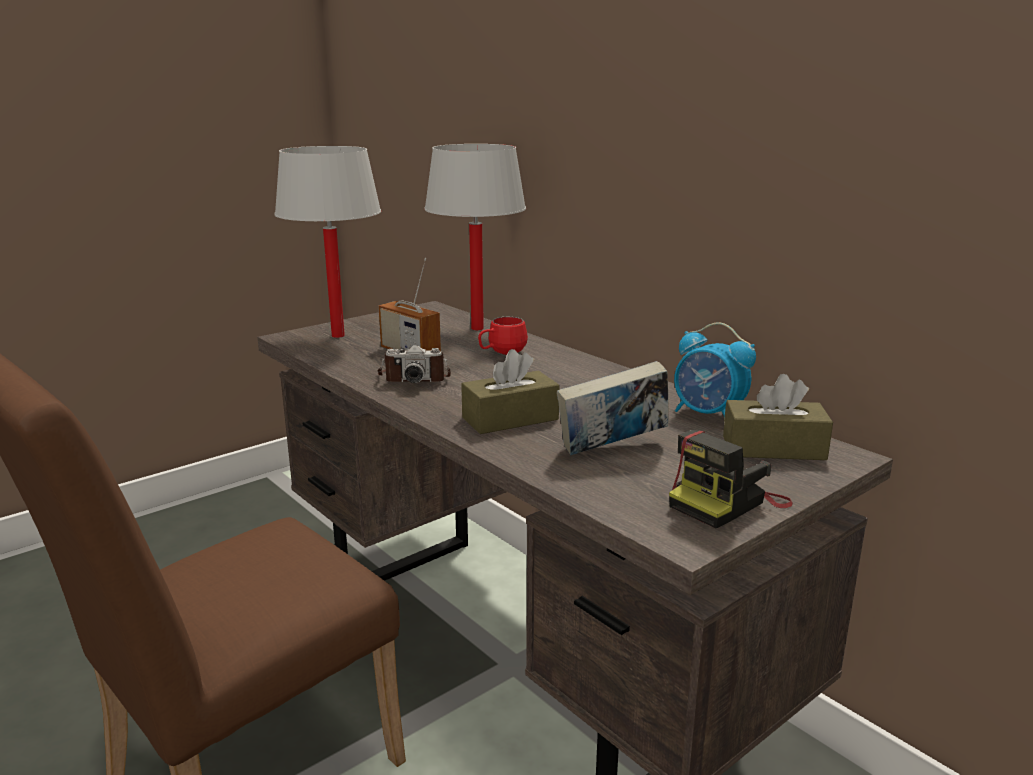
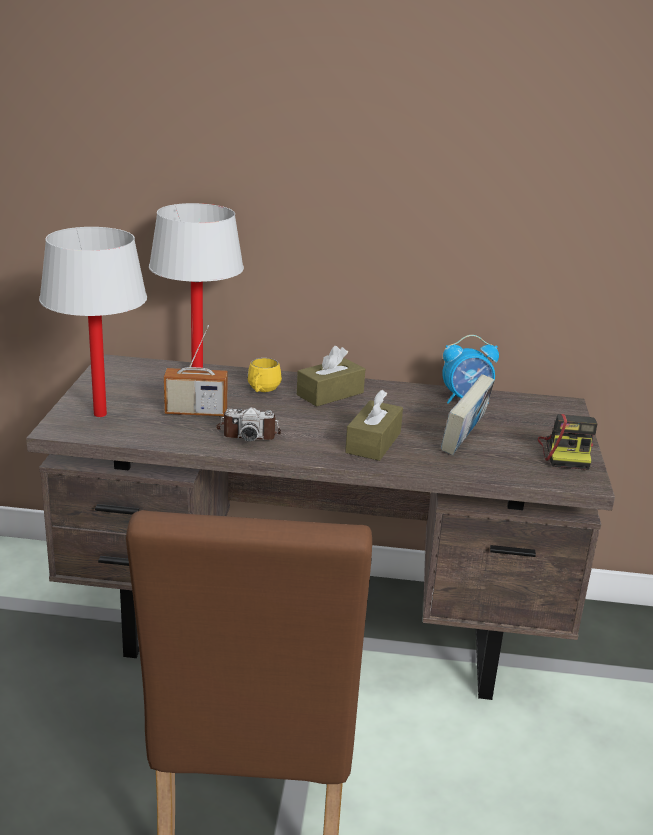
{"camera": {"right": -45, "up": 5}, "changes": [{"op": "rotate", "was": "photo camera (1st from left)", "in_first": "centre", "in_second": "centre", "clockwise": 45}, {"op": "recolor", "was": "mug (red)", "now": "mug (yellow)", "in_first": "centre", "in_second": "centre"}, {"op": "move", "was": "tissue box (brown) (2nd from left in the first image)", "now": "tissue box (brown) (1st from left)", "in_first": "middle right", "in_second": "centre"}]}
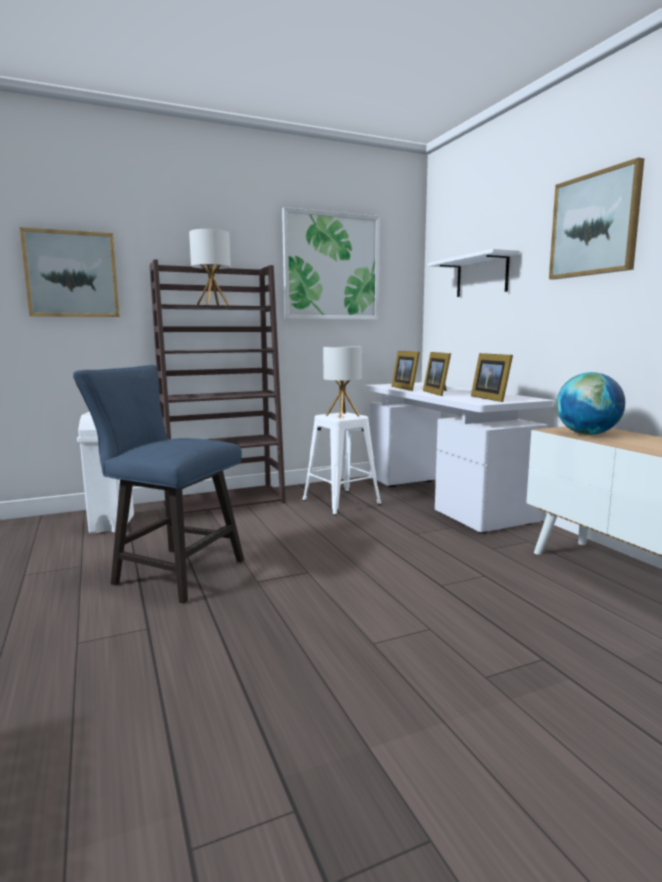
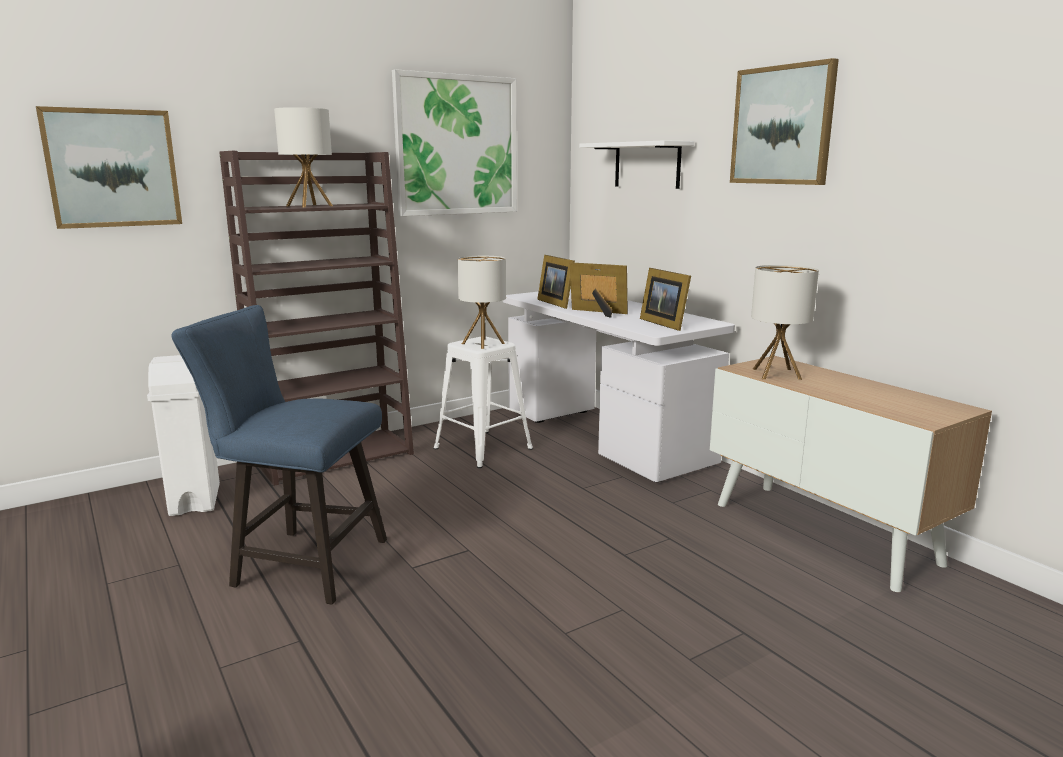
{"camera": {"right": -10, "up": 5}, "changes": [{"op": "rotate", "was": "picture frame (2nd from left)", "in_first": "centre", "in_second": "centre", "clockwise": 135}, {"op": "replace", "was": "globe", "now": "table lamp (3rd from left)", "in_first": "middle right", "in_second": "middle right"}]}
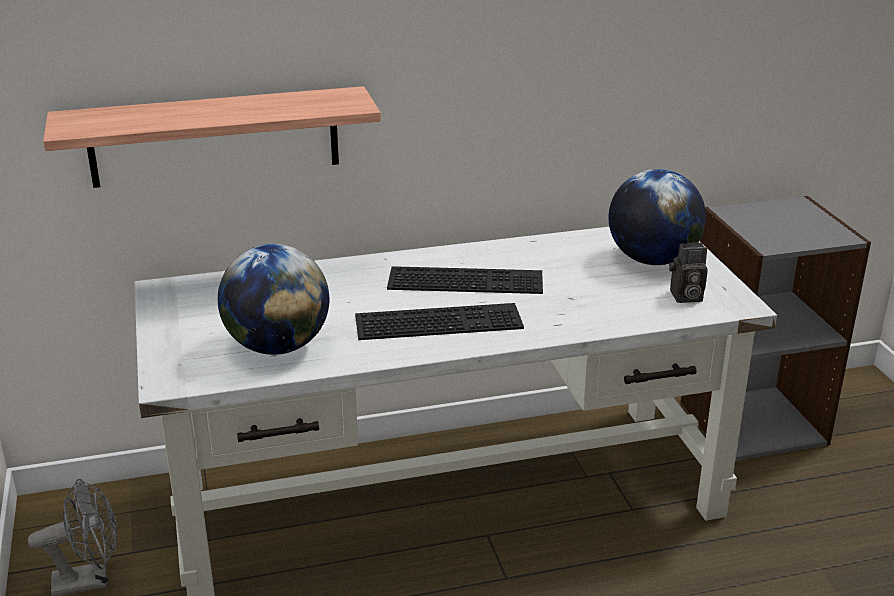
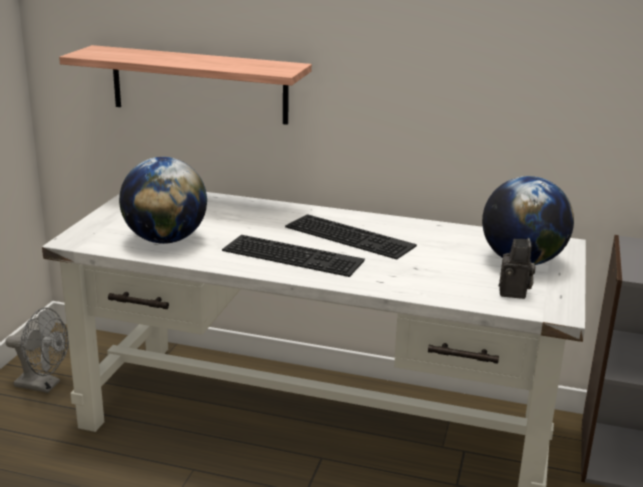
{"camera": {"right": 30, "up": -5}, "changes": [{"op": "rotate", "was": "photo camera", "in_first": "middle right", "in_second": "middle right", "clockwise": -105}]}
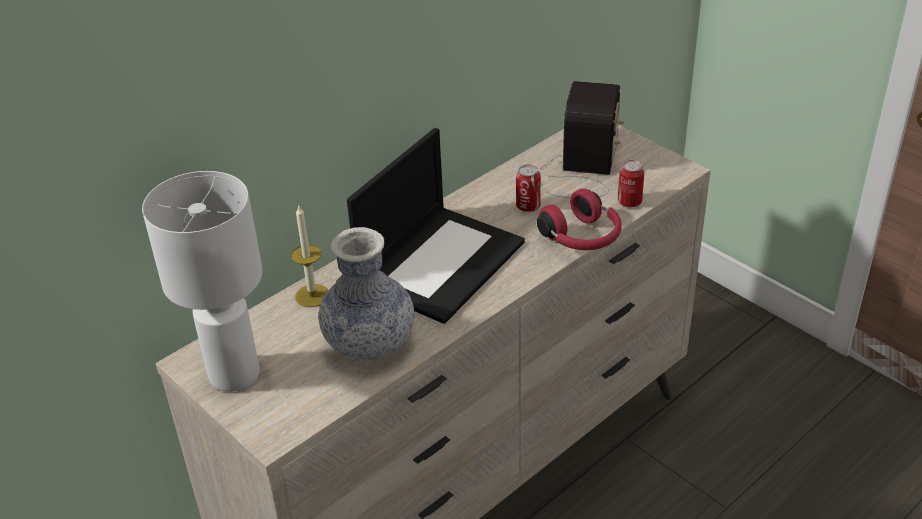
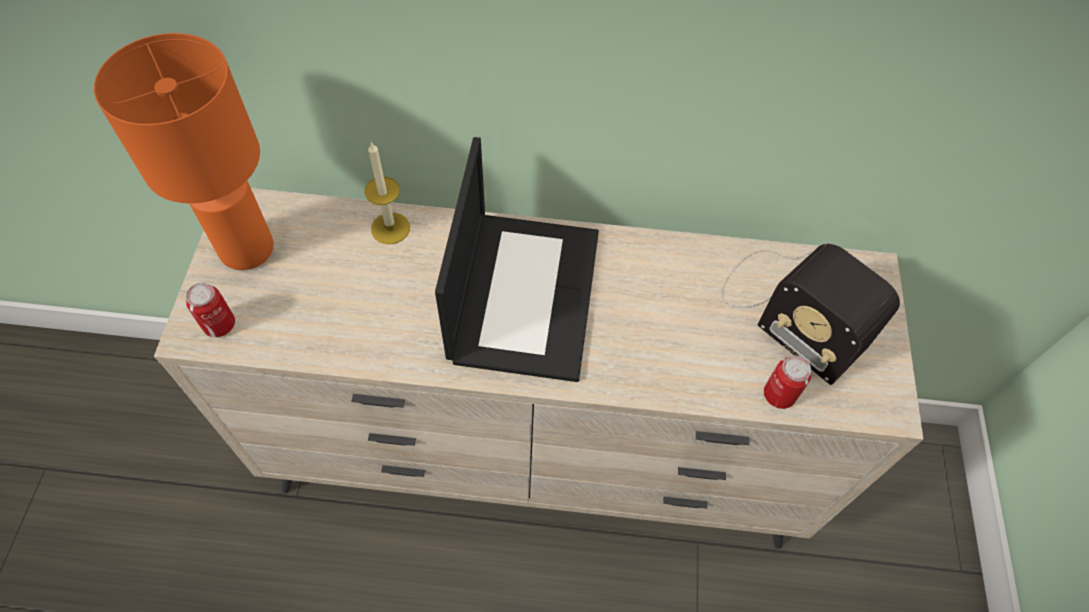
{"camera": {"right": 45, "up": 20}, "changes": [{"op": "recolor", "was": "table lamp (white)", "now": "table lamp (orange)", "in_first": "middle left", "in_second": "top left"}, {"op": "delete", "was": "vase", "in_first": "centre"}, {"op": "rotate", "was": "laptop", "in_first": "centre", "in_second": "centre", "clockwise": -75}, {"op": "move", "was": "can (1st from left)", "in_first": "centre", "in_second": "middle left"}, {"op": "delete", "was": "headphones (red)", "in_first": "centre"}, {"op": "rotate", "was": "radio", "in_first": "top centre", "in_second": "middle right", "clockwise": 75}]}
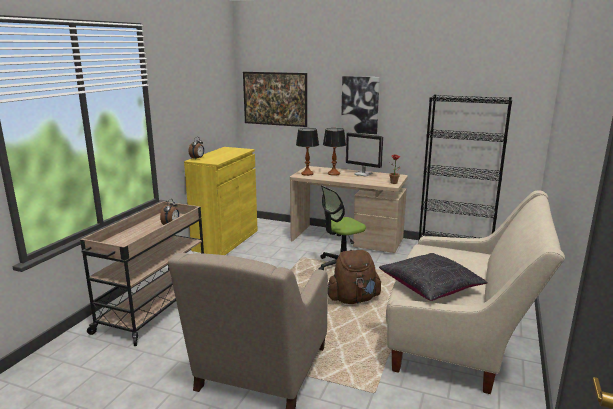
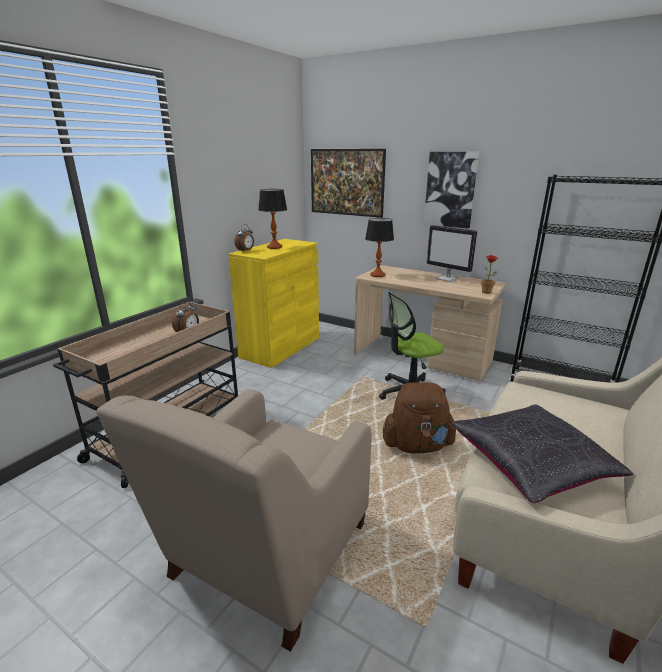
{"camera": {"right": 10, "up": 5}, "changes": [{"op": "move", "was": "table lamp (2nd from left in the first image)", "now": "table lamp (1st from left)", "in_first": "centre", "in_second": "top centre"}]}
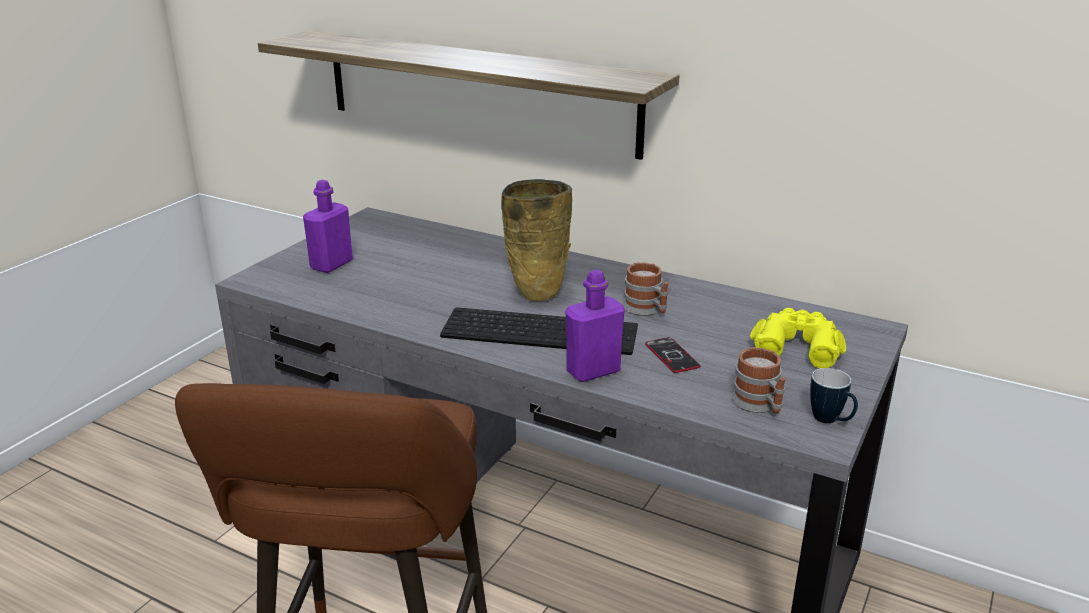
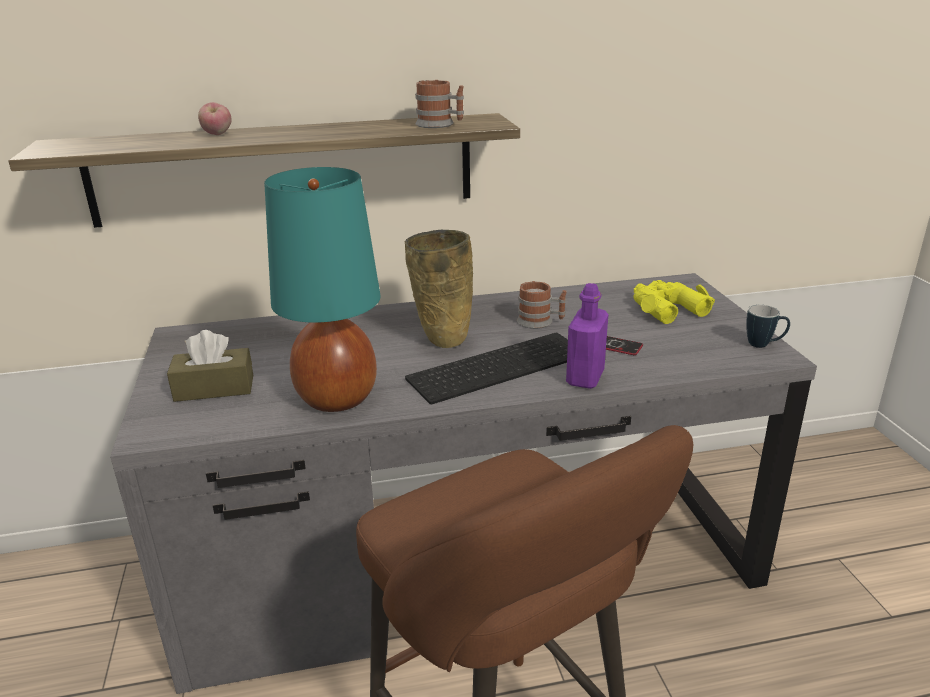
{"camera": {"right": -40, "up": 0}, "changes": [{"op": "replace", "was": "bottle (purple) (1st from left)", "now": "tissue box (brown)", "in_first": "middle left", "in_second": "middle left"}, {"op": "move", "was": "mug (2nd from left in the first image)", "now": "mug (1st from left)", "in_first": "middle right", "in_second": "top centre"}, {"op": "insert", "now": "apple", "in_second": "top left"}, {"op": "insert", "now": "table lamp (turquoise)", "in_second": "centre"}]}
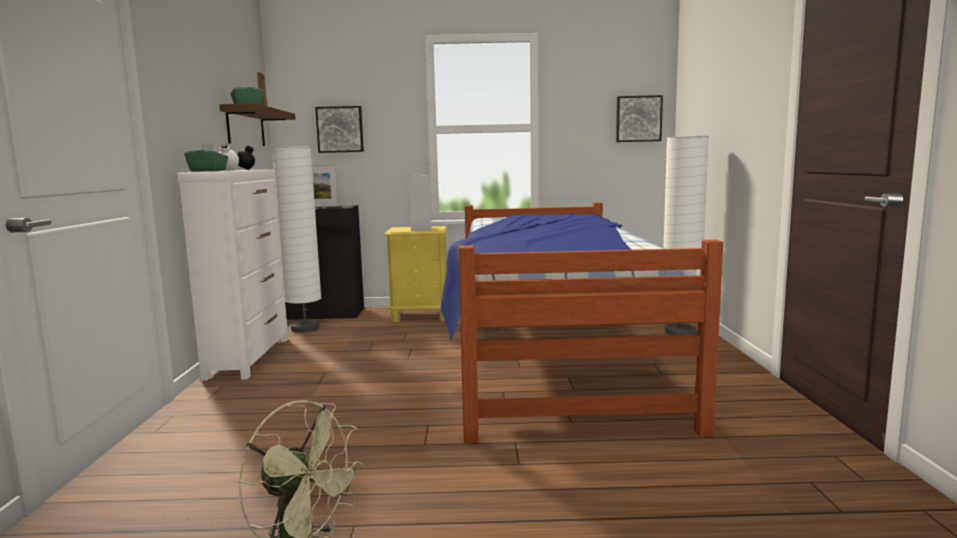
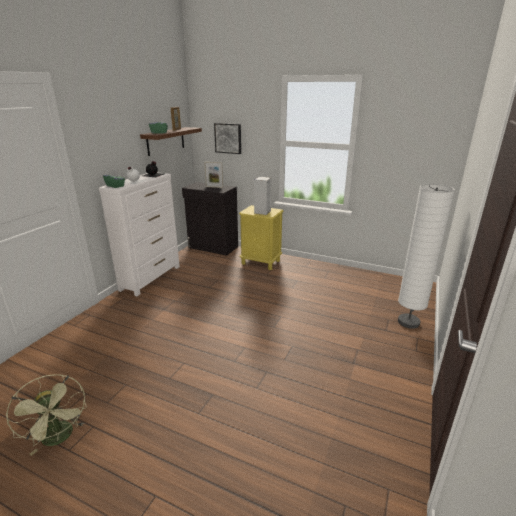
{"camera": {"right": 25, "up": 15}, "changes": [{"op": "delete", "was": "floor lamp (white) (1st from left)", "in_first": "middle left"}, {"op": "delete", "was": "bed", "in_first": "centre"}, {"op": "delete", "was": "picture (2nd from left)", "in_first": "top right"}]}
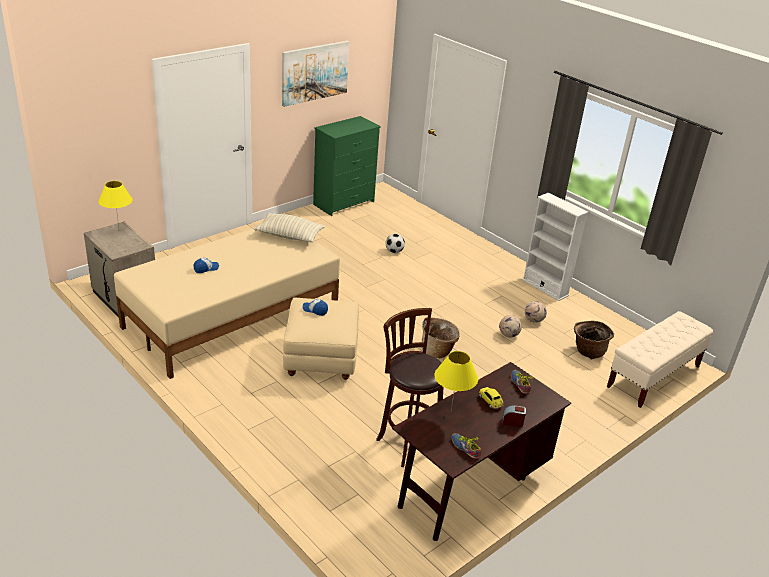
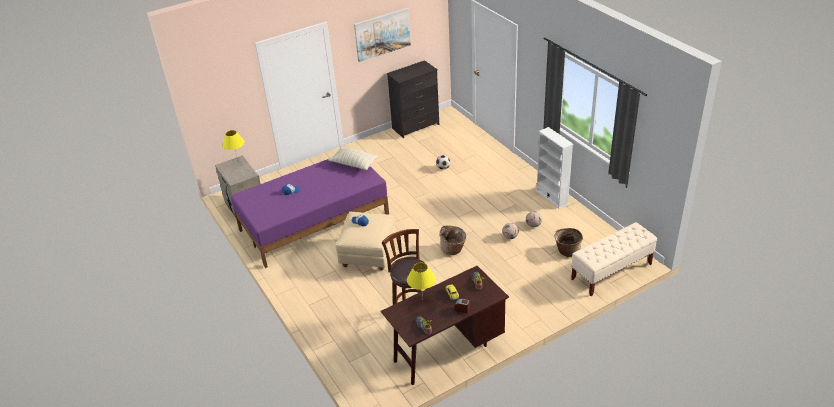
{"camera": {"right": 15, "up": 5}, "changes": [{"op": "recolor", "was": "bed (beige)", "now": "bed (purple)", "in_first": "middle left", "in_second": "centre"}, {"op": "recolor", "was": "dresser (green)", "now": "dresser (black)", "in_first": "top centre", "in_second": "top centre"}]}
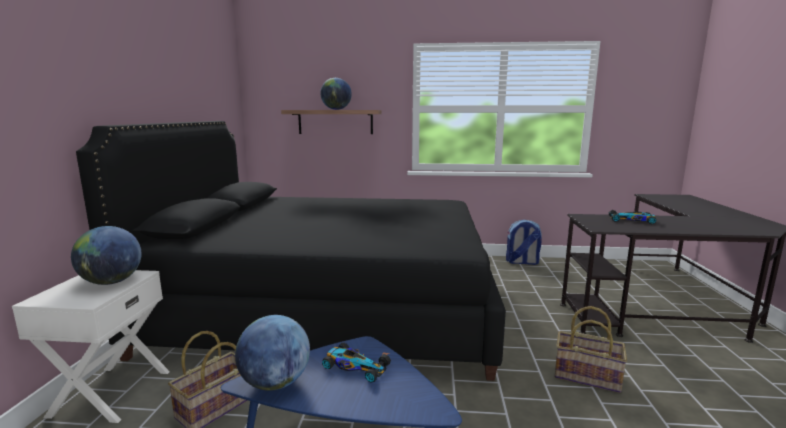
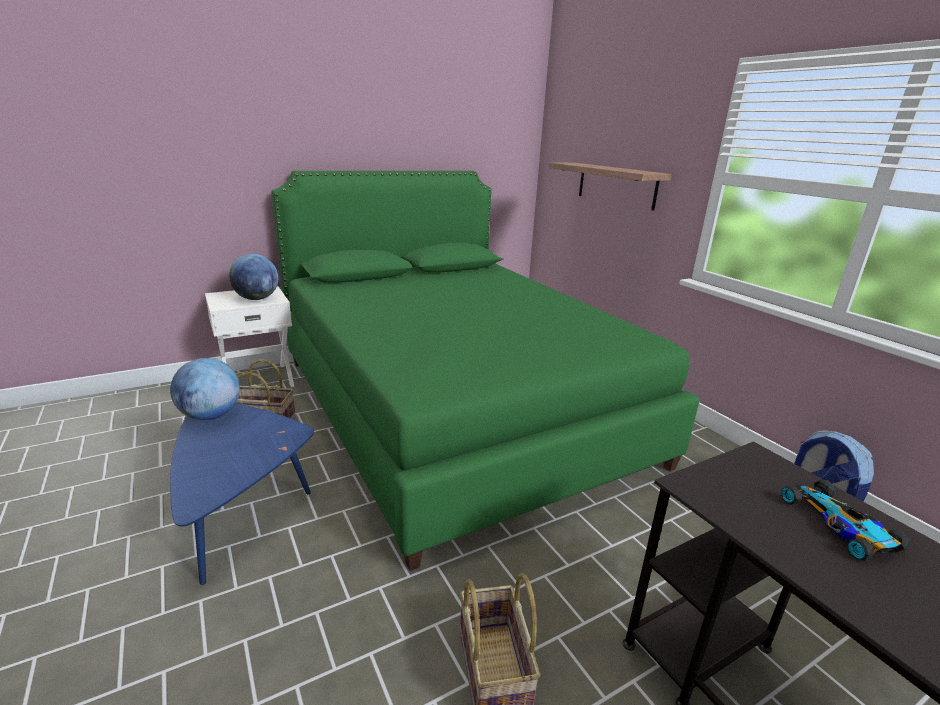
{"camera": {"right": 55, "up": 10}, "changes": [{"op": "recolor", "was": "bed (black)", "now": "bed (green)", "in_first": "centre", "in_second": "centre"}, {"op": "delete", "was": "globe (3rd from left)", "in_first": "top centre"}, {"op": "delete", "was": "toy car (1st from left)", "in_first": "bottom centre"}]}
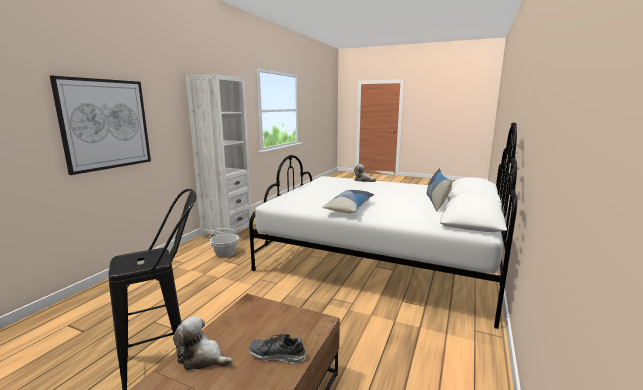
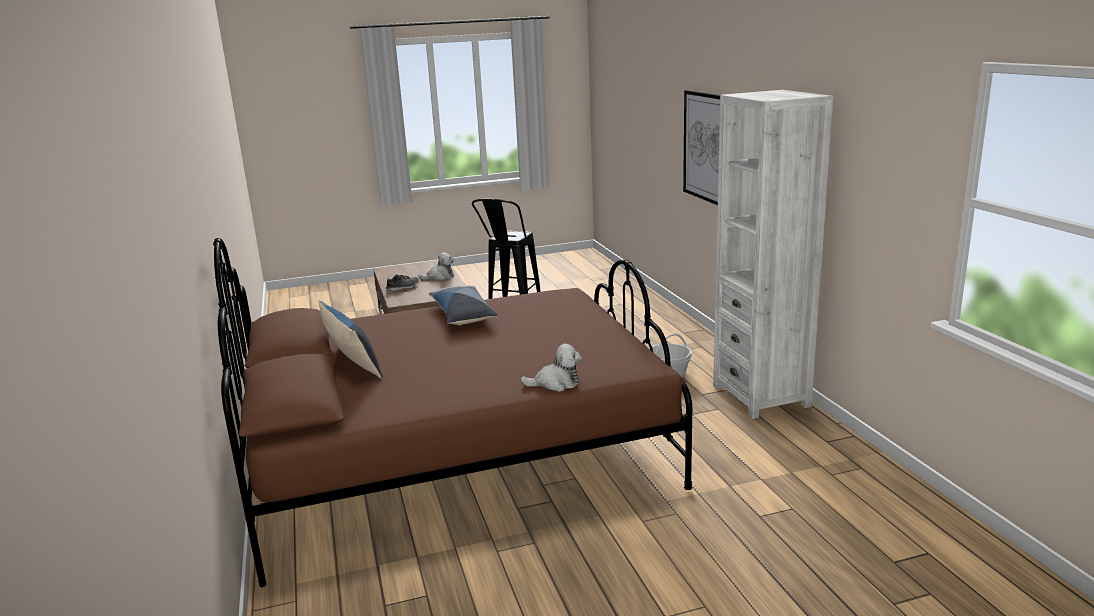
{"camera": {"right": 140, "up": 5}, "changes": [{"op": "recolor", "was": "bed (white)", "now": "bed (brown)", "in_first": "centre", "in_second": "bottom centre"}]}
